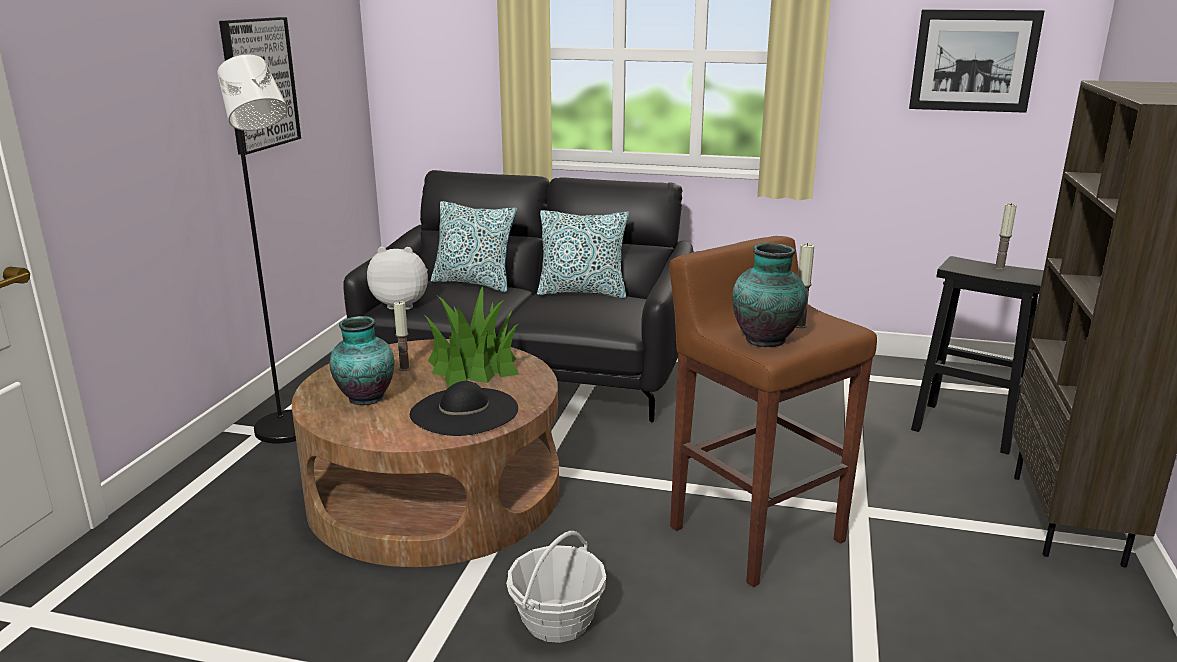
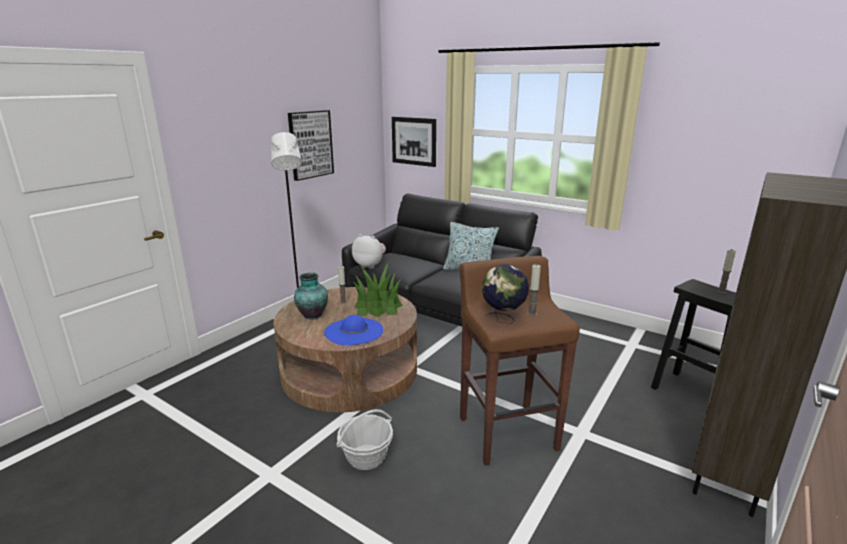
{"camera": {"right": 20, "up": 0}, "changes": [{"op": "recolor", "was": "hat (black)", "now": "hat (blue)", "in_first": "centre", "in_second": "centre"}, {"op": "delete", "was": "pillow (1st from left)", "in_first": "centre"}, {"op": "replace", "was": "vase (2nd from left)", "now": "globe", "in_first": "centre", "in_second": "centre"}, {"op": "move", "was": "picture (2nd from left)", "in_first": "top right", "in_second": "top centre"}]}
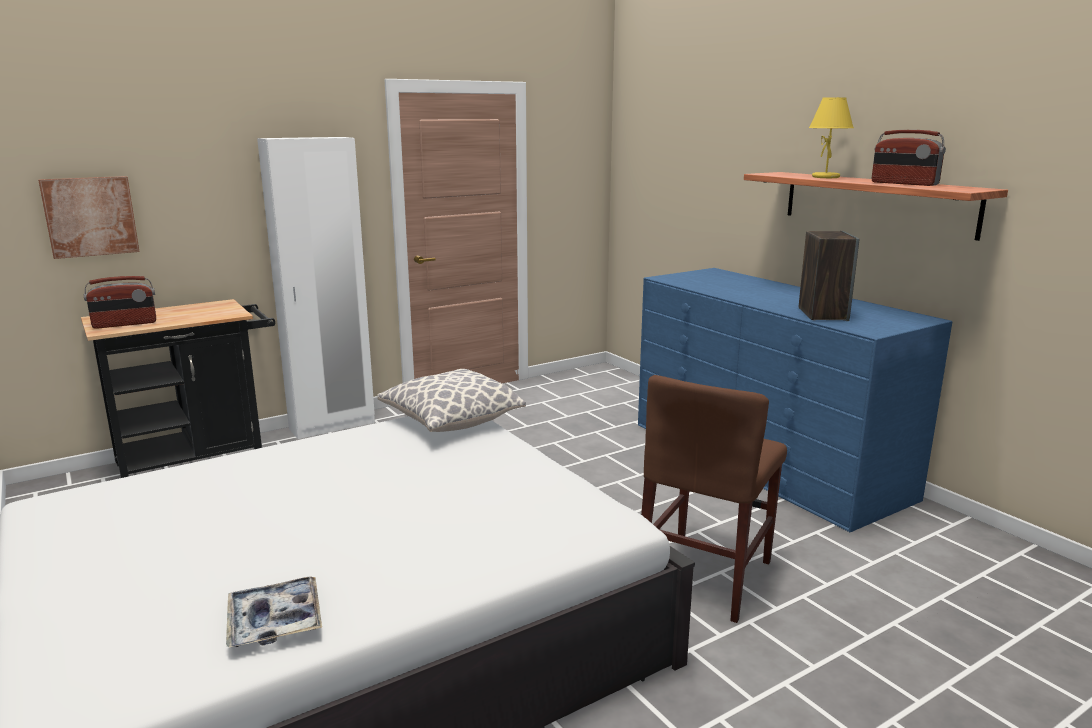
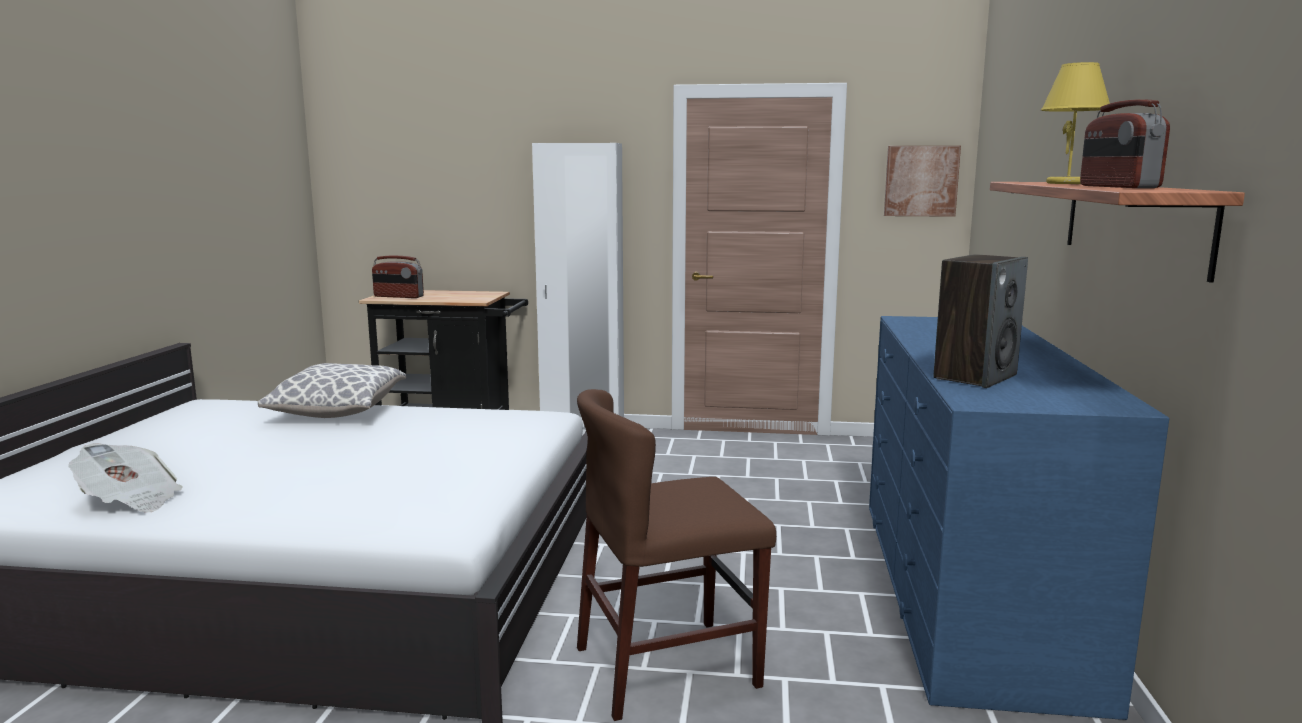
{"camera": {"right": 40, "up": -5}, "changes": [{"op": "move", "was": "picture", "in_first": "top left", "in_second": "top right"}, {"op": "replace", "was": "tray", "now": "newspaper", "in_first": "bottom left", "in_second": "middle left"}, {"op": "move", "was": "pillow", "in_first": "centre", "in_second": "middle left"}]}
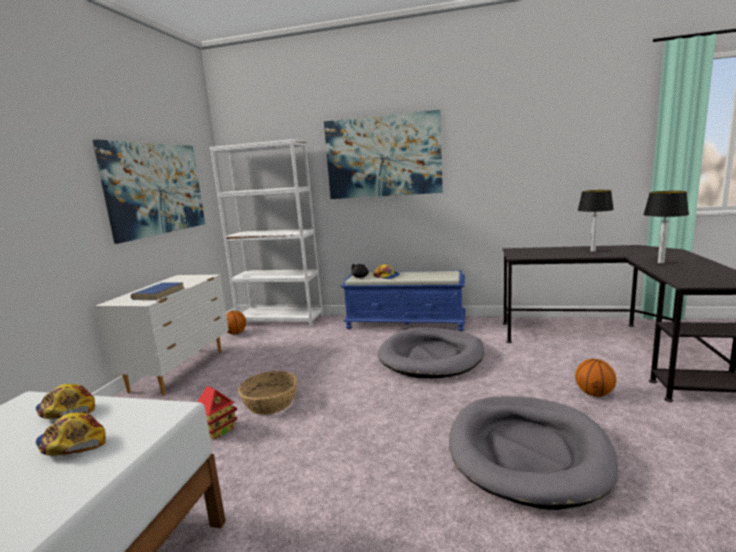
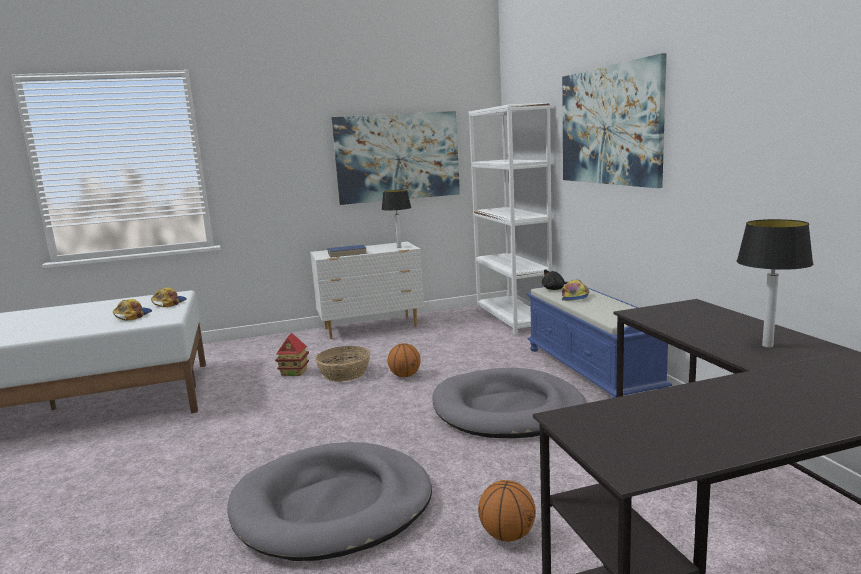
{"camera": {"right": 60, "up": 0}, "changes": [{"op": "move", "was": "basketball (1st from left)", "in_first": "middle left", "in_second": "centre"}, {"op": "move", "was": "table lamp (2nd from left in the first image)", "now": "table lamp (1st from left)", "in_first": "middle right", "in_second": "centre"}]}
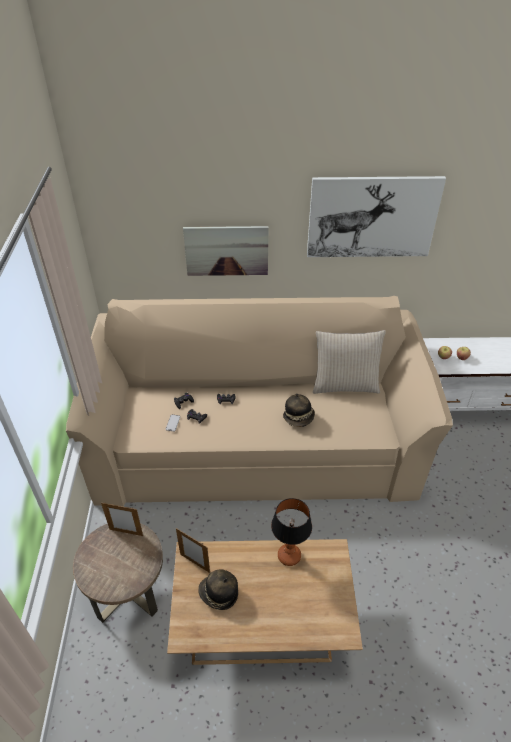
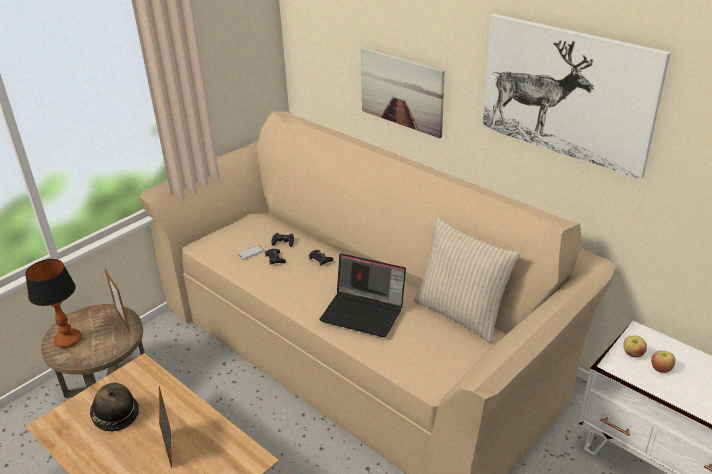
{"camera": {"right": 45, "up": -10}, "changes": [{"op": "move", "was": "picture frame (2nd from left)", "in_first": "bottom centre", "in_second": "bottom left"}, {"op": "move", "was": "table lamp", "in_first": "bottom centre", "in_second": "middle left"}, {"op": "replace", "was": "hat (2nd from left)", "now": "laptop", "in_first": "centre", "in_second": "centre"}]}
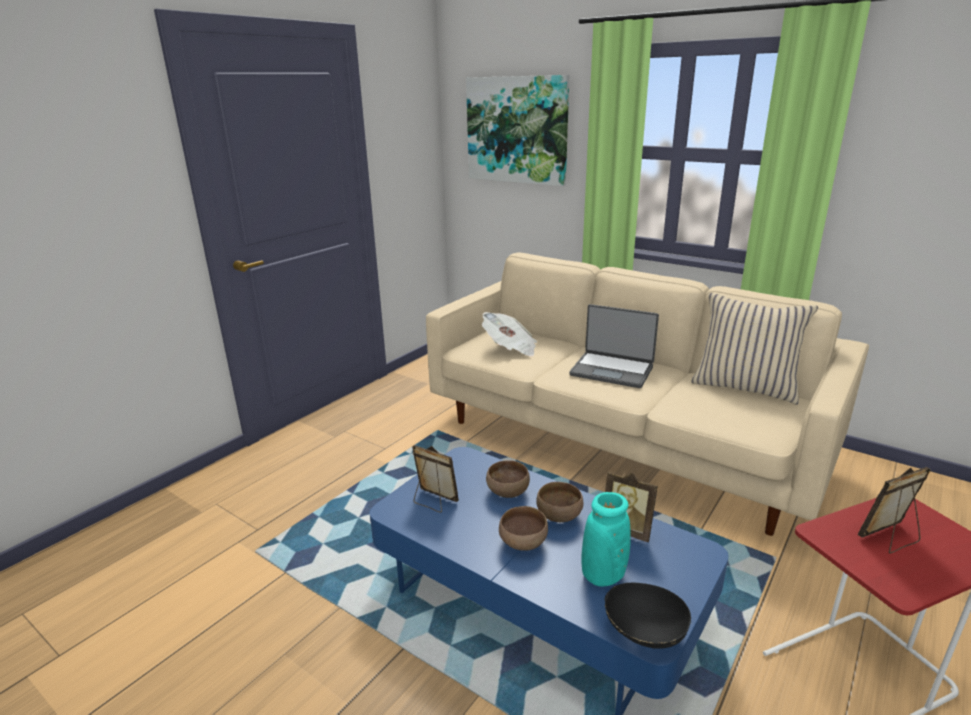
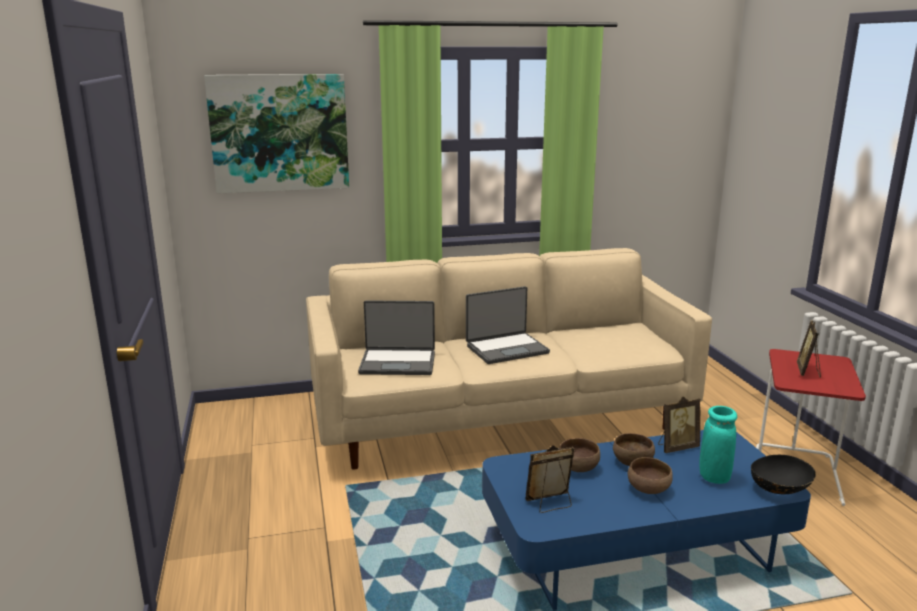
{"camera": {"right": -50, "up": -5}, "changes": [{"op": "replace", "was": "newspaper", "now": "laptop (1st from left)", "in_first": "centre", "in_second": "centre"}, {"op": "delete", "was": "pillow (beige)", "in_first": "middle right"}]}
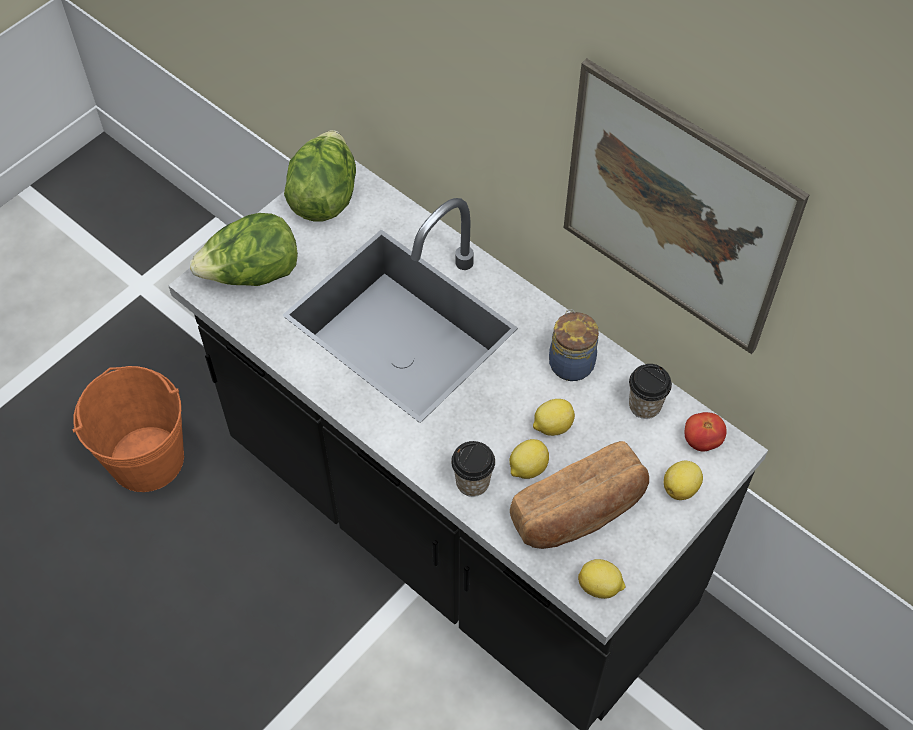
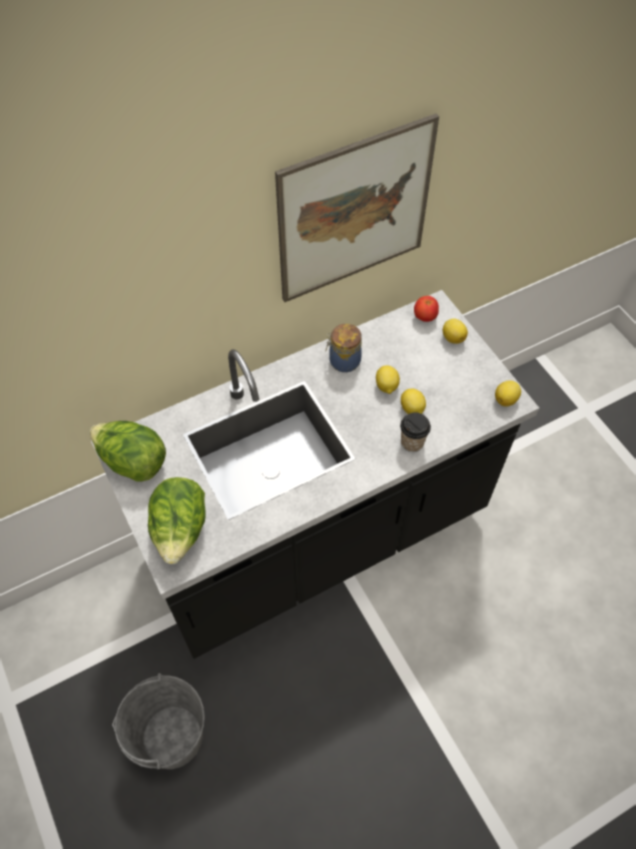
{"camera": {"right": -70, "up": 0}, "changes": [{"op": "recolor", "was": "bucket (orange)", "now": "bucket (grey)", "in_first": "middle left", "in_second": "bottom left"}, {"op": "delete", "was": "bread", "in_first": "bottom centre"}, {"op": "delete", "was": "cup (2nd from left)", "in_first": "middle right"}]}
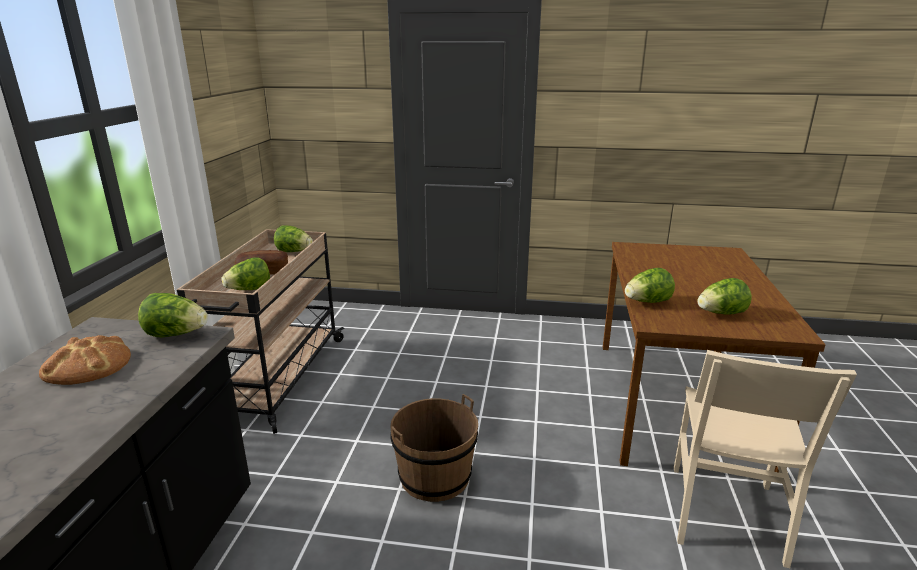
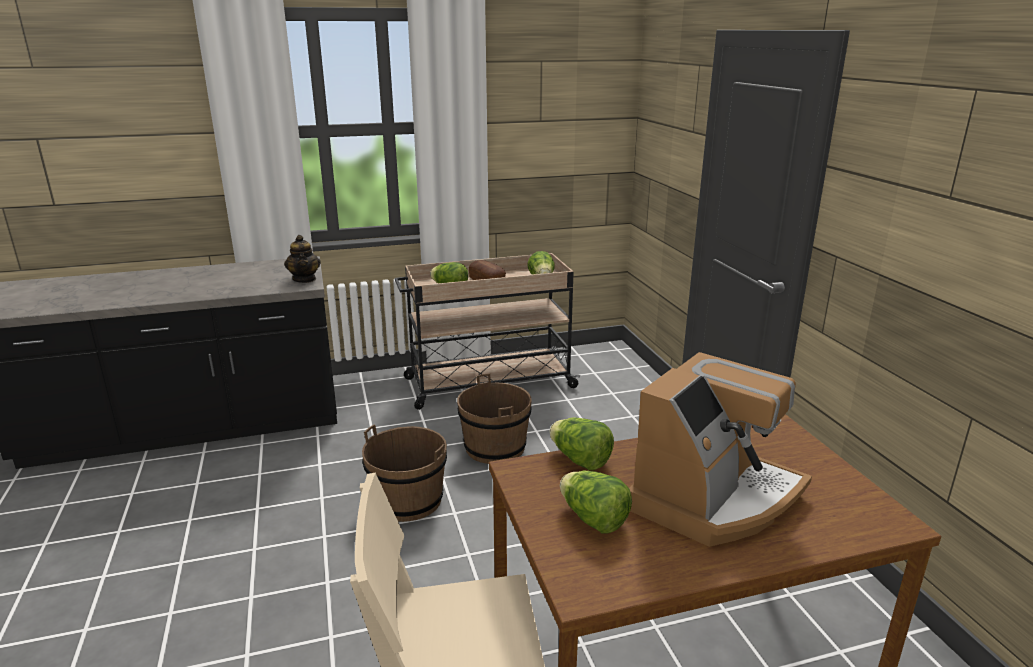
{"camera": {"right": 65, "up": 0}, "changes": [{"op": "delete", "was": "bread (1st from left)", "in_first": "middle left"}, {"op": "replace", "was": "lettuce (1st from left)", "now": "teapot", "in_first": "middle left", "in_second": "middle left"}, {"op": "insert", "now": "bucket (brown) (2nd from left)", "in_second": "centre"}, {"op": "insert", "now": "coffee machine", "in_second": "bottom right"}]}
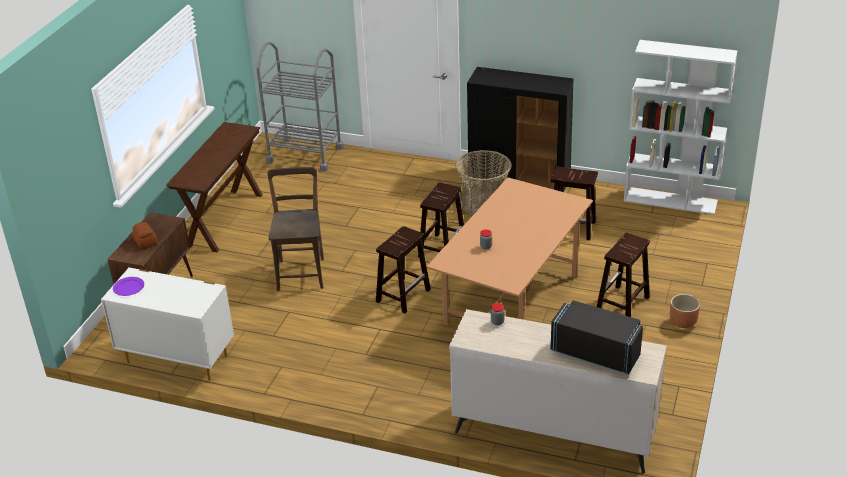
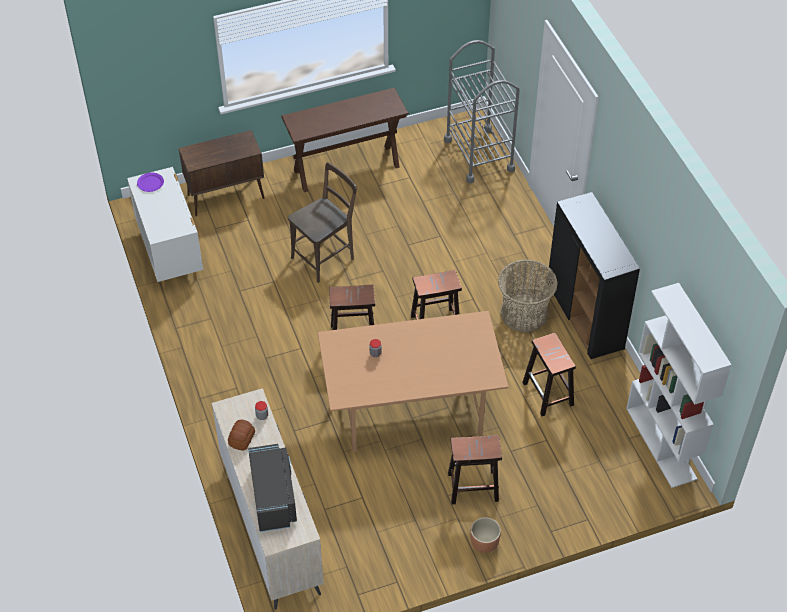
{"camera": {"right": 50, "up": 15}, "changes": [{"op": "move", "was": "bread", "in_first": "middle left", "in_second": "bottom left"}]}
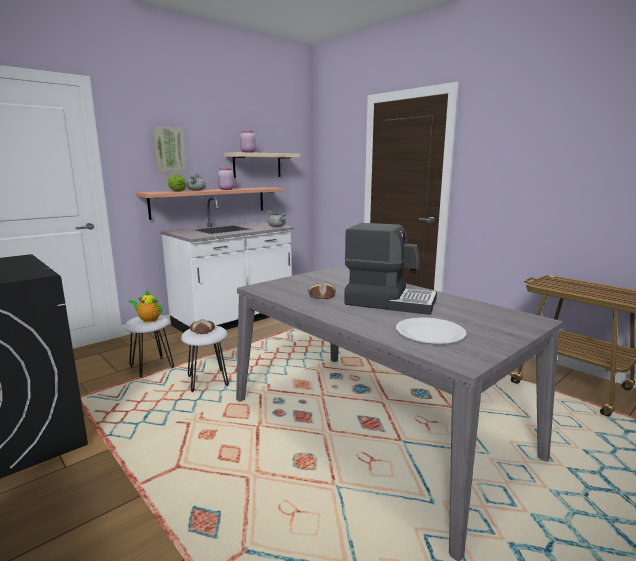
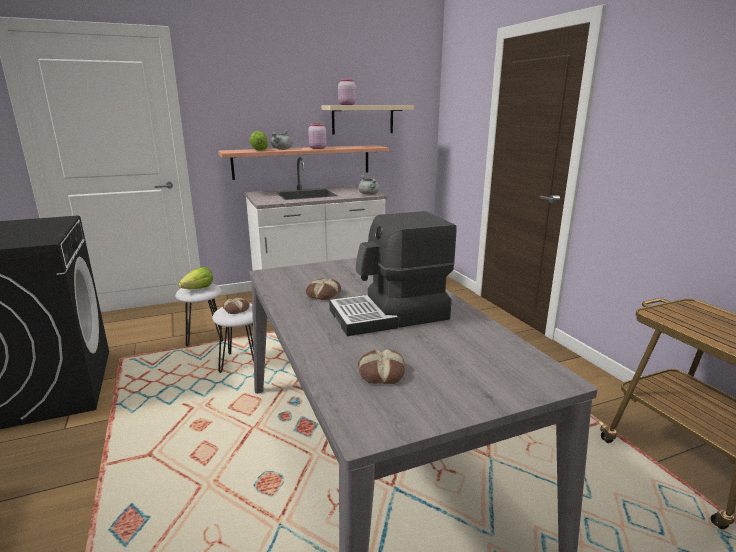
{"camera": {"right": 20, "up": 5}, "changes": [{"op": "replace", "was": "teapot", "now": "lettuce (1st from left)", "in_first": "middle left", "in_second": "middle left"}, {"op": "delete", "was": "picture", "in_first": "top left"}, {"op": "rotate", "was": "coffee machine", "in_first": "centre", "in_second": "centre", "clockwise": 120}, {"op": "replace", "was": "plate (white)", "now": "bread (3rd from left)", "in_first": "middle right", "in_second": "centre"}]}
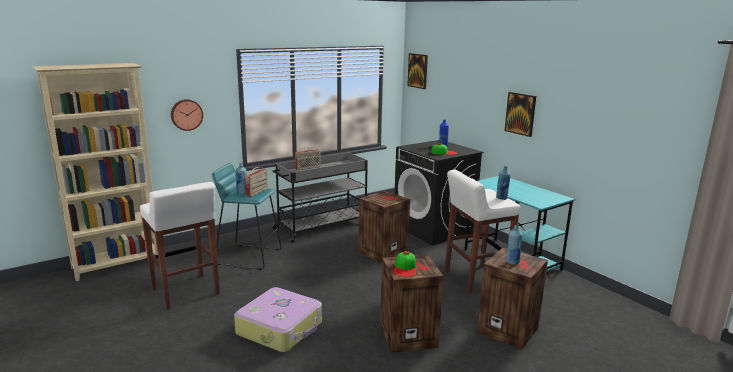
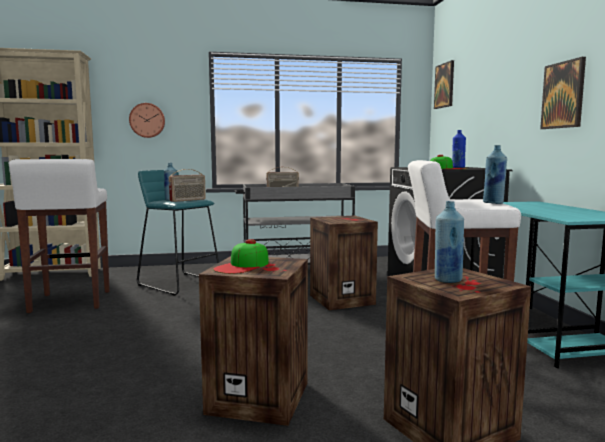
{"camera": {"right": 25, "up": -10}, "changes": [{"op": "delete", "was": "suitcase", "in_first": "bottom centre"}]}
